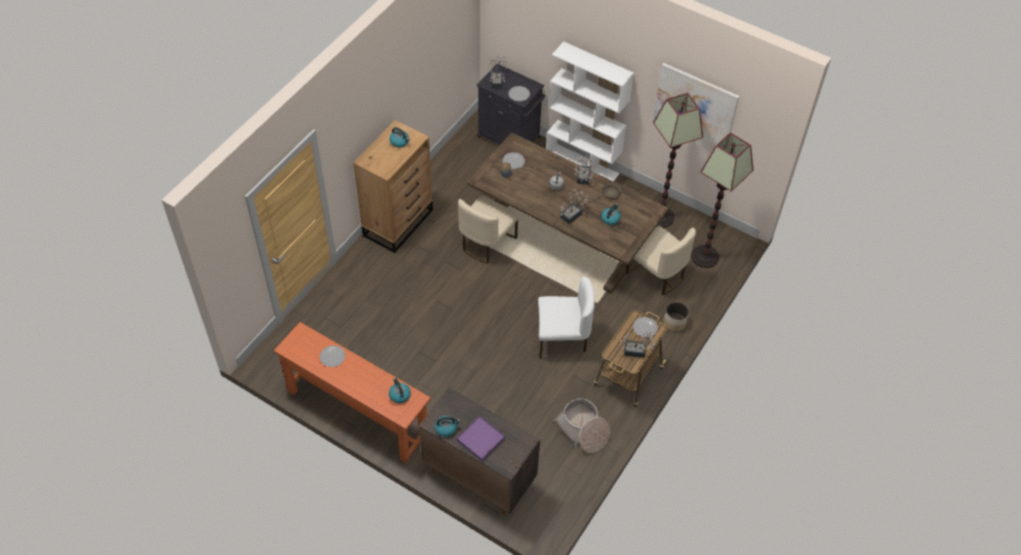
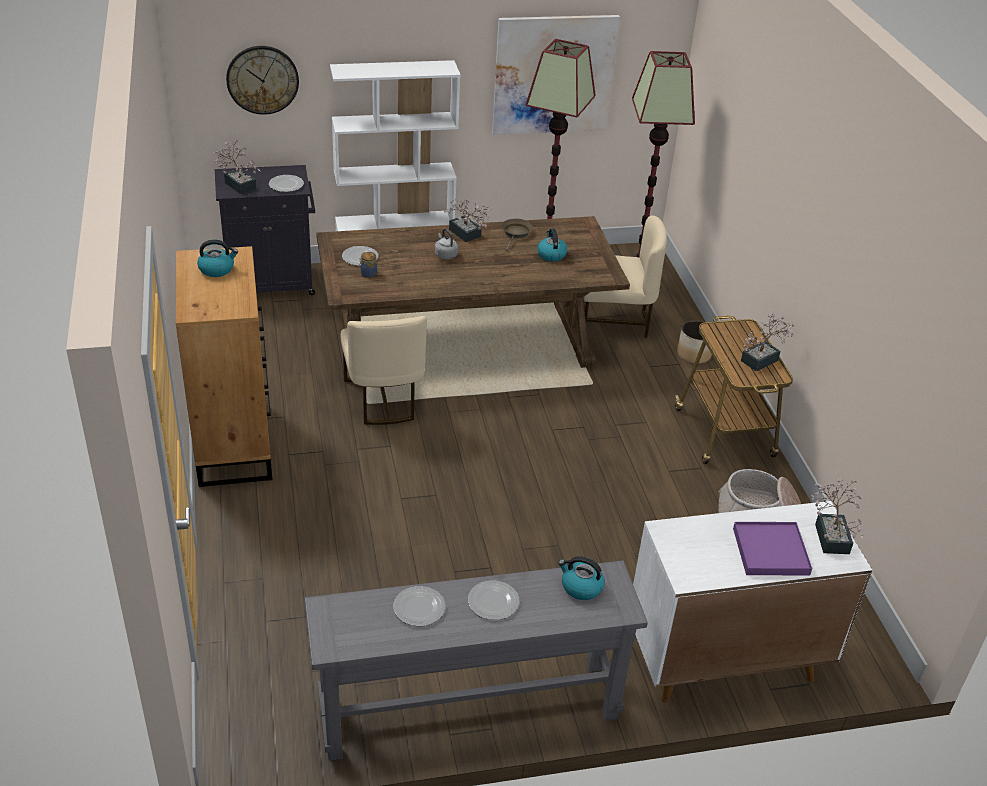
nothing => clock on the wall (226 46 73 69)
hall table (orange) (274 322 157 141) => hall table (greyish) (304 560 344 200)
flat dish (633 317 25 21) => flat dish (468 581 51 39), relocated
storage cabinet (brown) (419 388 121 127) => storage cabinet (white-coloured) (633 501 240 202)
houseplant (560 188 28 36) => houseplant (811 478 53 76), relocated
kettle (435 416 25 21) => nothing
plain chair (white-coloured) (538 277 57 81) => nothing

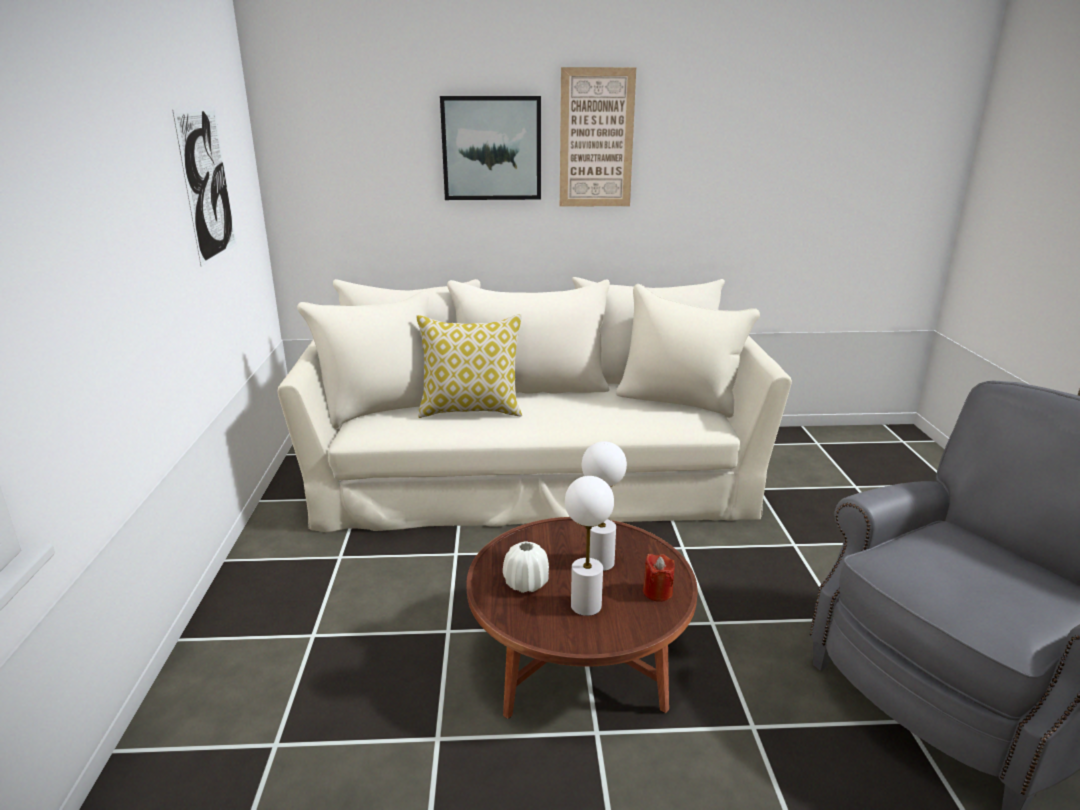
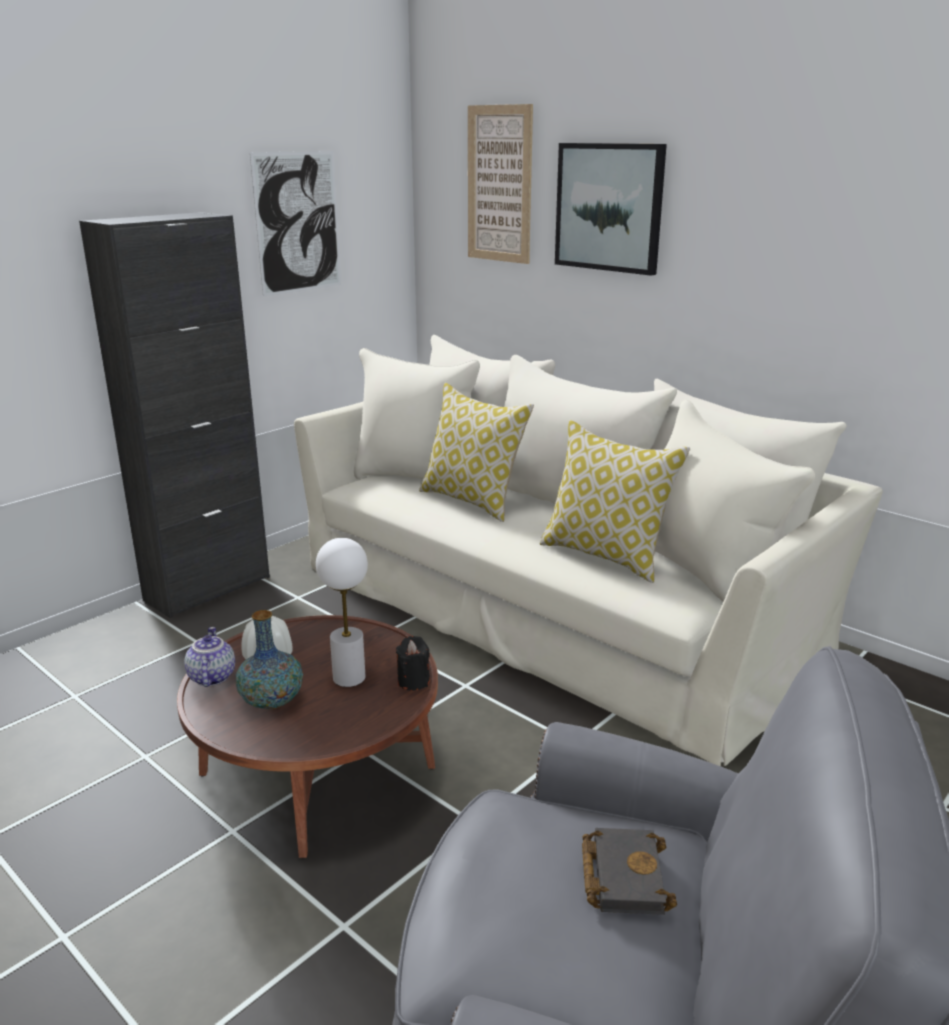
nothing => storage cabinet (blackish) (79 212 191 406)
nothing => pot for tea (184 627 51 60)
table lamp (white-coloured) (565 476 49 140) => flower vase (236 610 67 99)
nothing => candle (blackish) (396 636 34 55)
wall picture (560 67 76 140) => wall picture (468 104 65 160), relocated
nothing => throw pillow (540 420 150 163)
nothing => book (blackish) (582 828 95 87)
candle (red) (643 554 32 48) => nothing

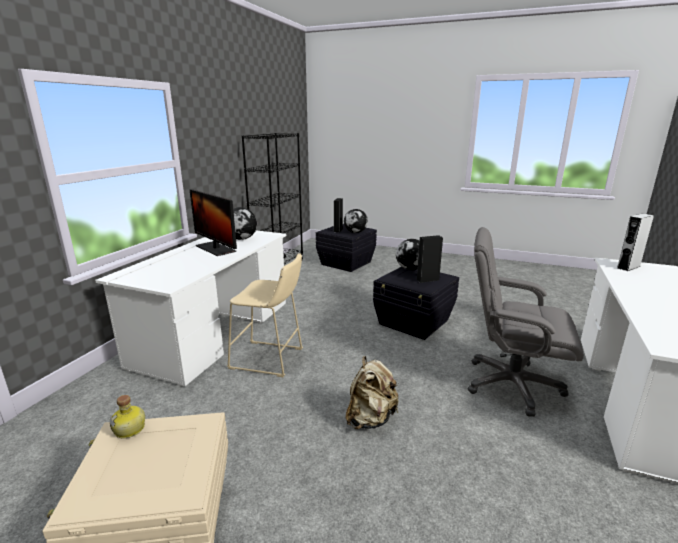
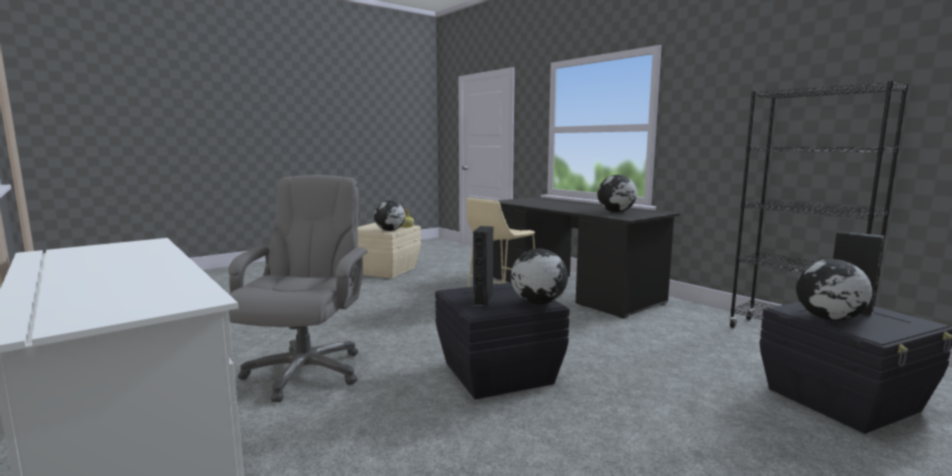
computer chair (greyish) (468 227 116 190) => computer chair (greyish) (228 175 140 227), 45 degrees counterclockwise
nothing => globe (374 200 31 31)
desk unit (white-coloured) (95 230 191 156) => desk unit (blackish) (493 197 187 122)
monitor (190 189 47 67) => nothing
knapsack (beige-coloured) (345 356 53 73) => nothing
audio speaker (greyish) (617 213 37 58) => nothing

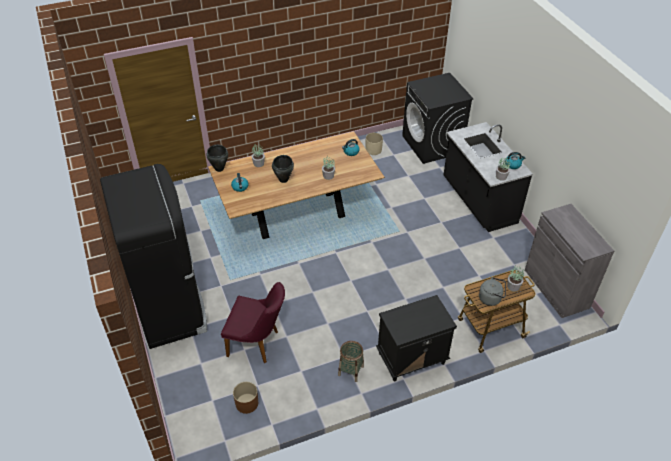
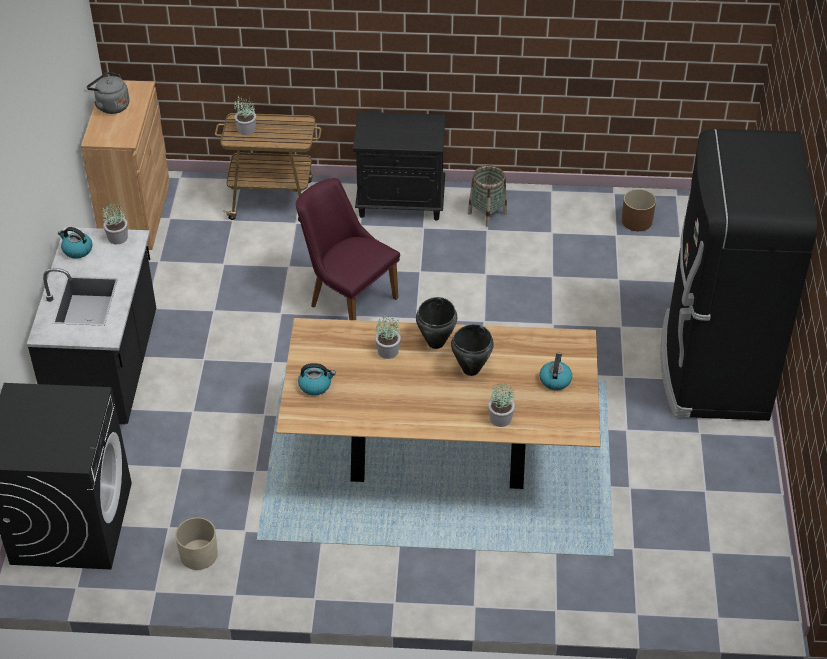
storage cabinet (greyish) (525 204 89 114) => storage cabinet (brown) (81 80 89 170)
kettle (greyish) (479 277 27 29) => kettle (greyish) (87 72 42 42), relocated
plain chair (purple-coloured) (221 282 64 81) => plain chair (purple-coloured) (296 178 104 142), relocated
cooking pot (blackish) (206 145 22 27) => cooking pot (blackish) (416 297 41 52), relocated

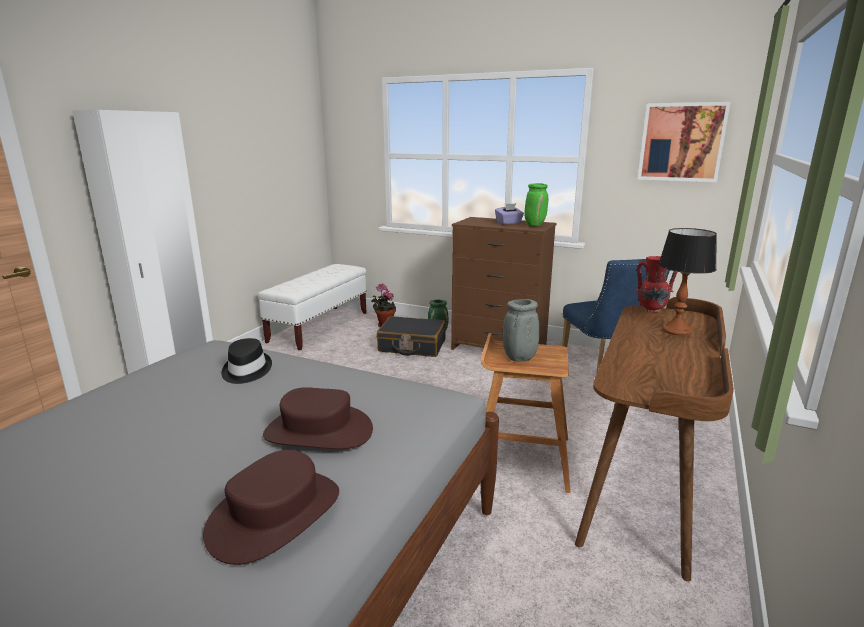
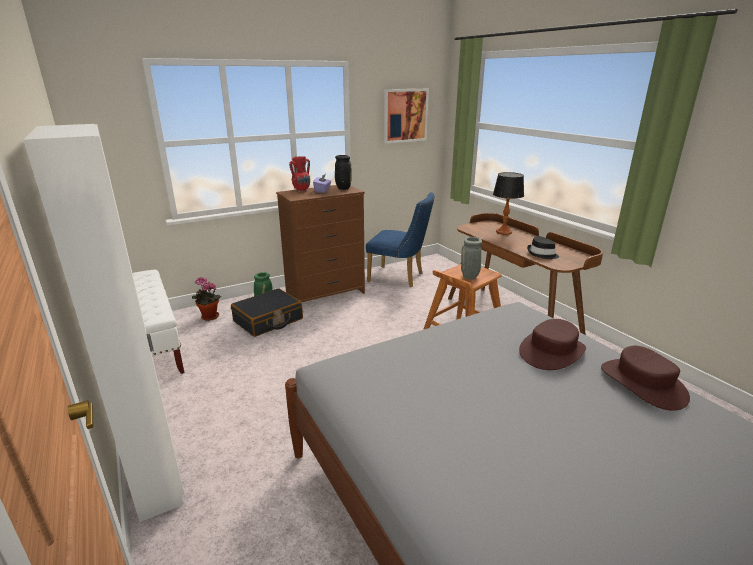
flower vase (red) (636 256 41 56) => flower vase (red) (289 156 22 36), relocated
flower vase (greenish) (524 183 24 43) => flower vase (blackish) (335 155 17 35)
clothing hat (blackish) (221 338 51 46) => clothing hat (blackish) (527 236 32 23), relocated

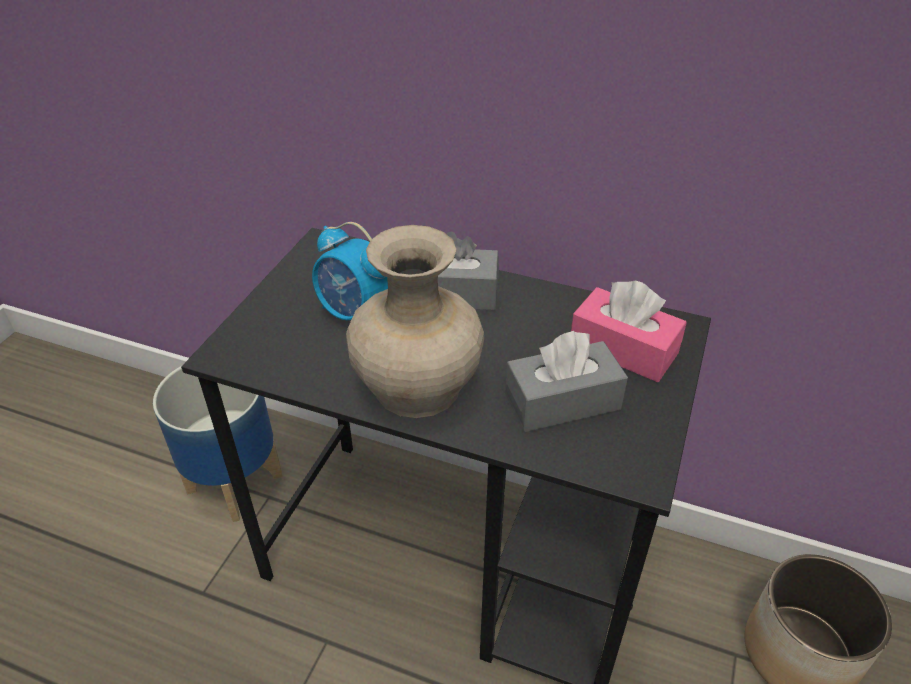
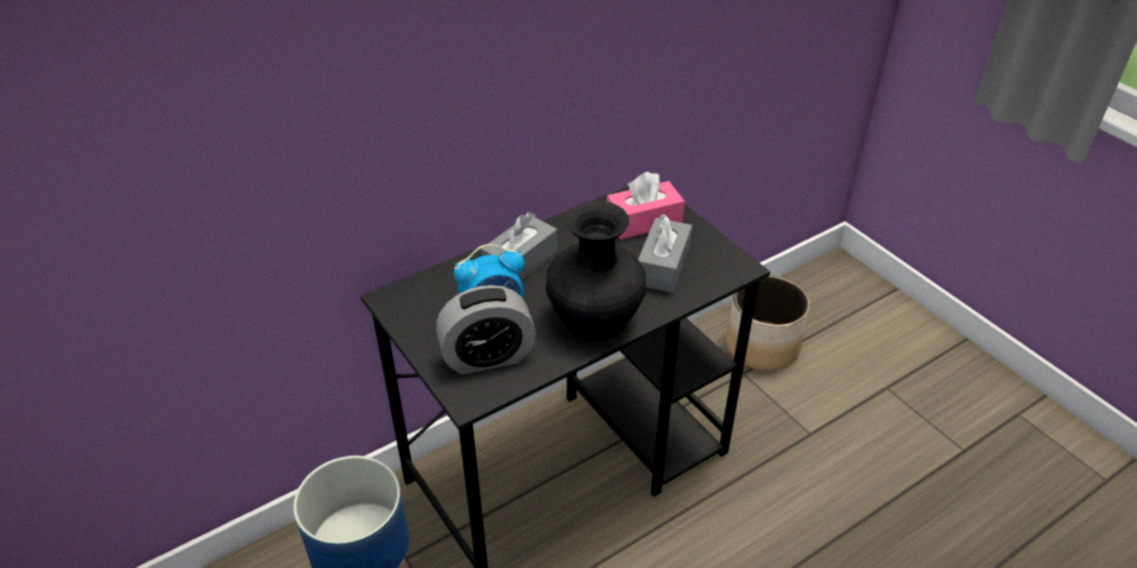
nothing => alarm clock (436 285 100 89)
flower vase (beige-coloured) (346 225 138 193) => flower vase (blackish) (546 201 100 140)

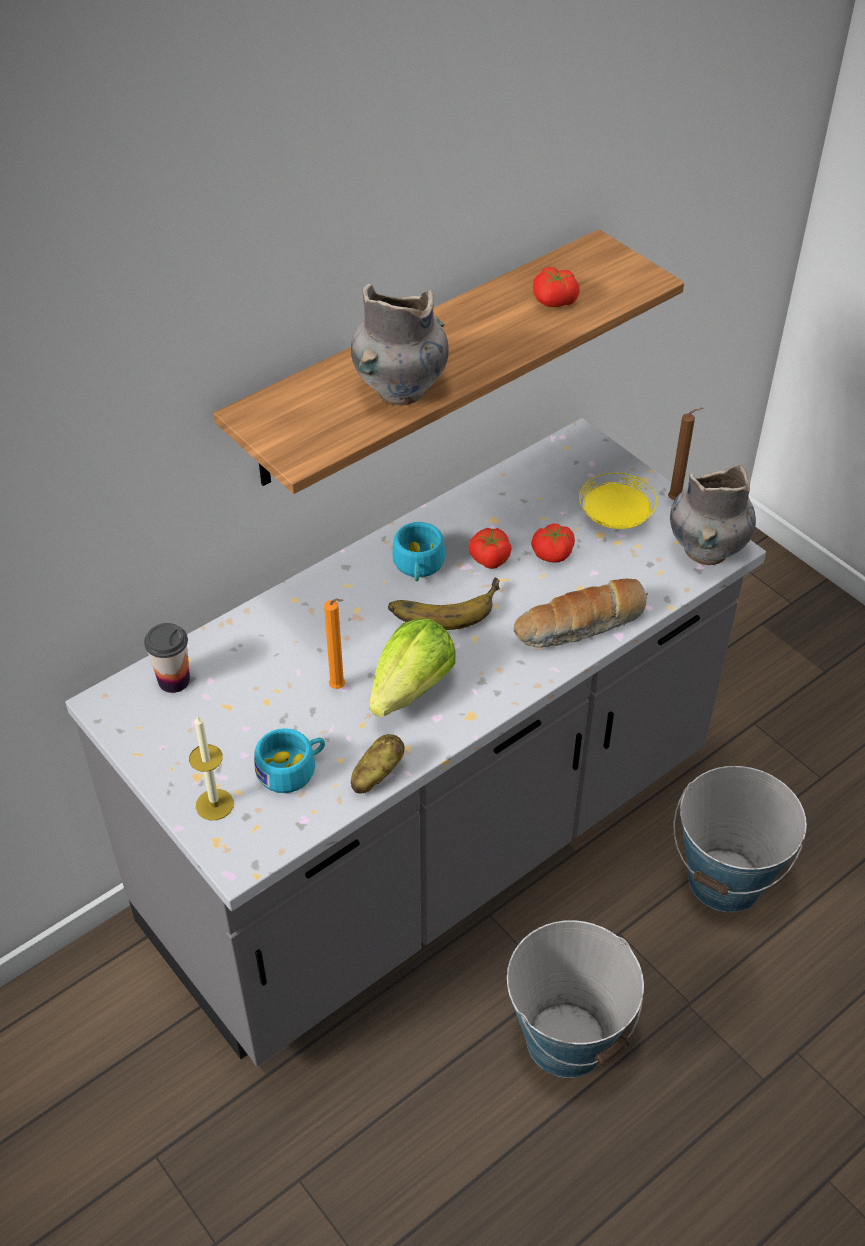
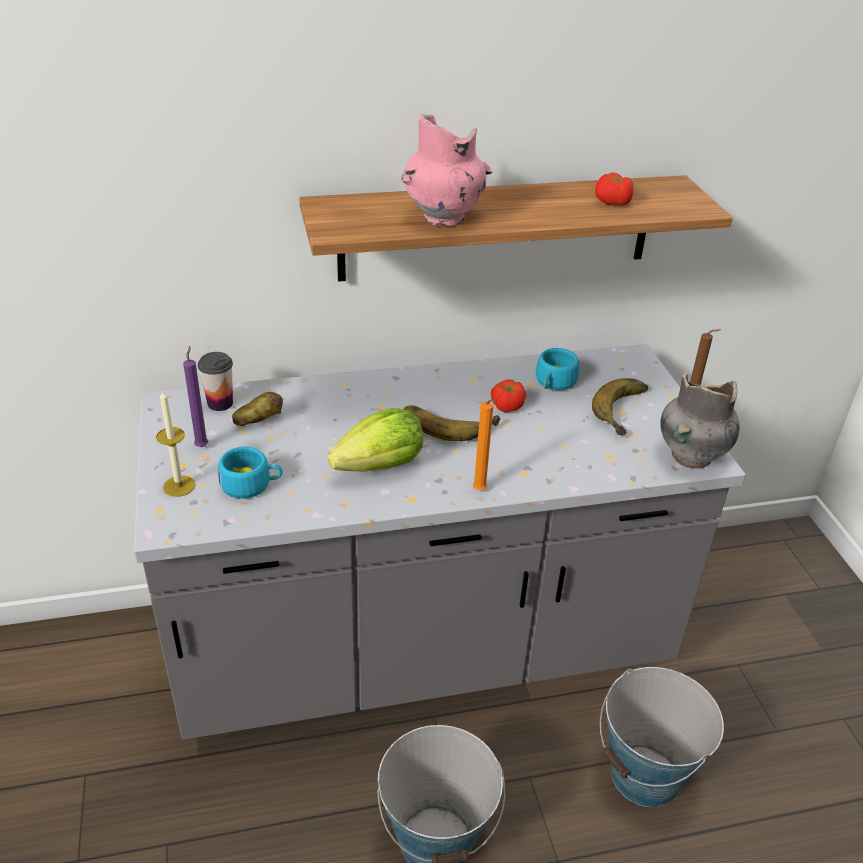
nothing => candle (purple-coloured) (183 346 25 101)
potato (351 734 54 60) => potato (232 392 51 34), relocated
flower vase (greyish) (351 283 97 122) => flower vase (pink-coloured) (401 114 92 113)
candle (orange) (324 598 21 91) => candle (orange) (473 400 23 90), relocated
drinking cup (turquoise) (393 522 52 60) => drinking cup (turquoise) (536 348 43 42), relocated
flat dish (yellow-coloured) (579 473 78 56) => banana (592 378 56 58)
bakery bread (513 578 135 70) => nothing
tomato (531 524 44 39) => nothing

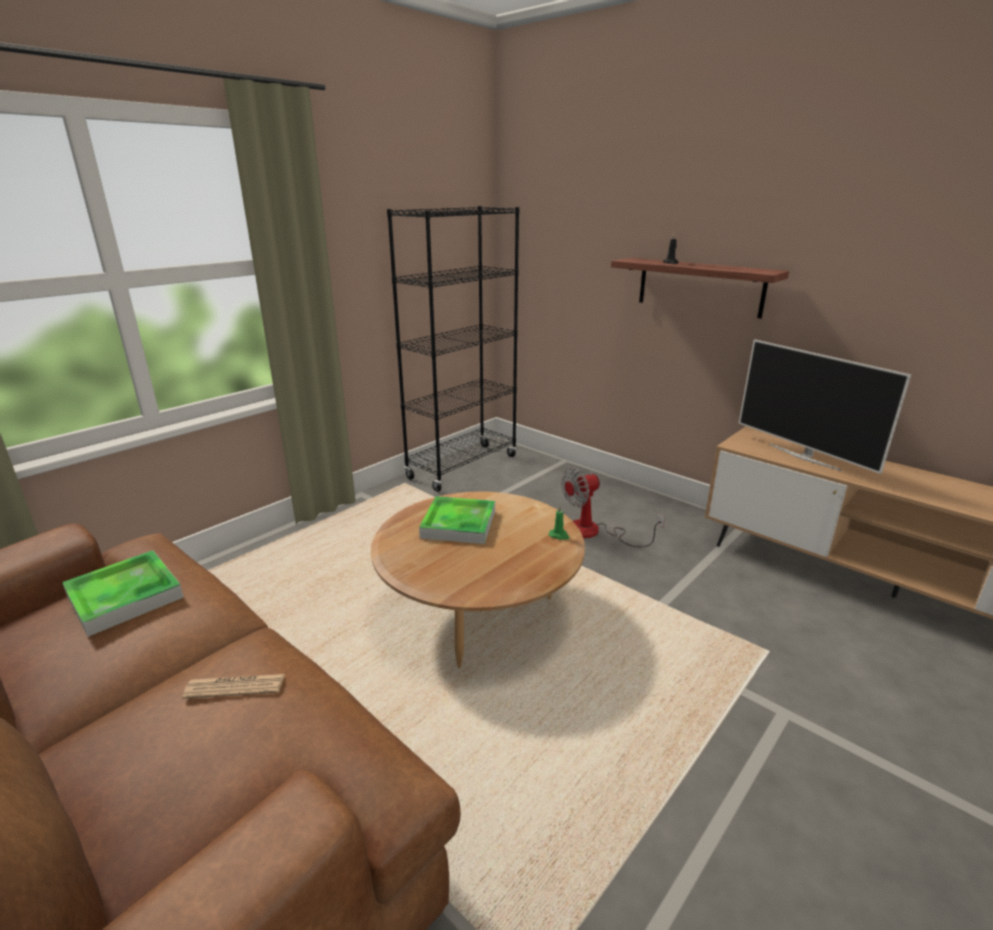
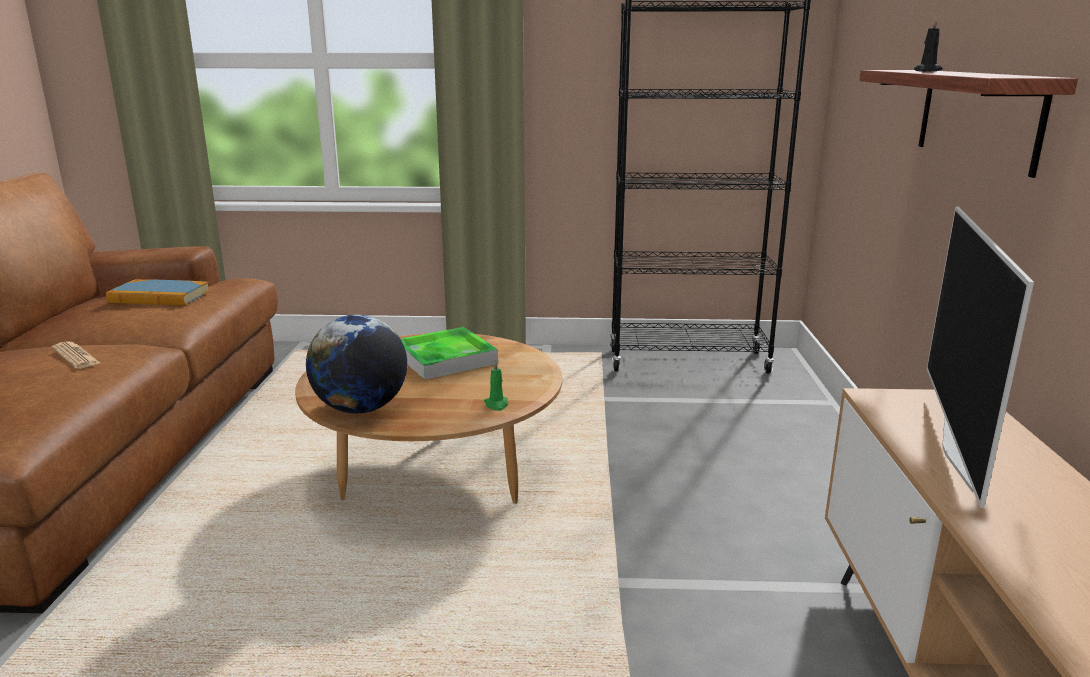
carrying tray (62 550 121 87) => book (106 279 104 26)
nothing => globe (306 315 101 99)
electric fan (561 467 104 80) => nothing

